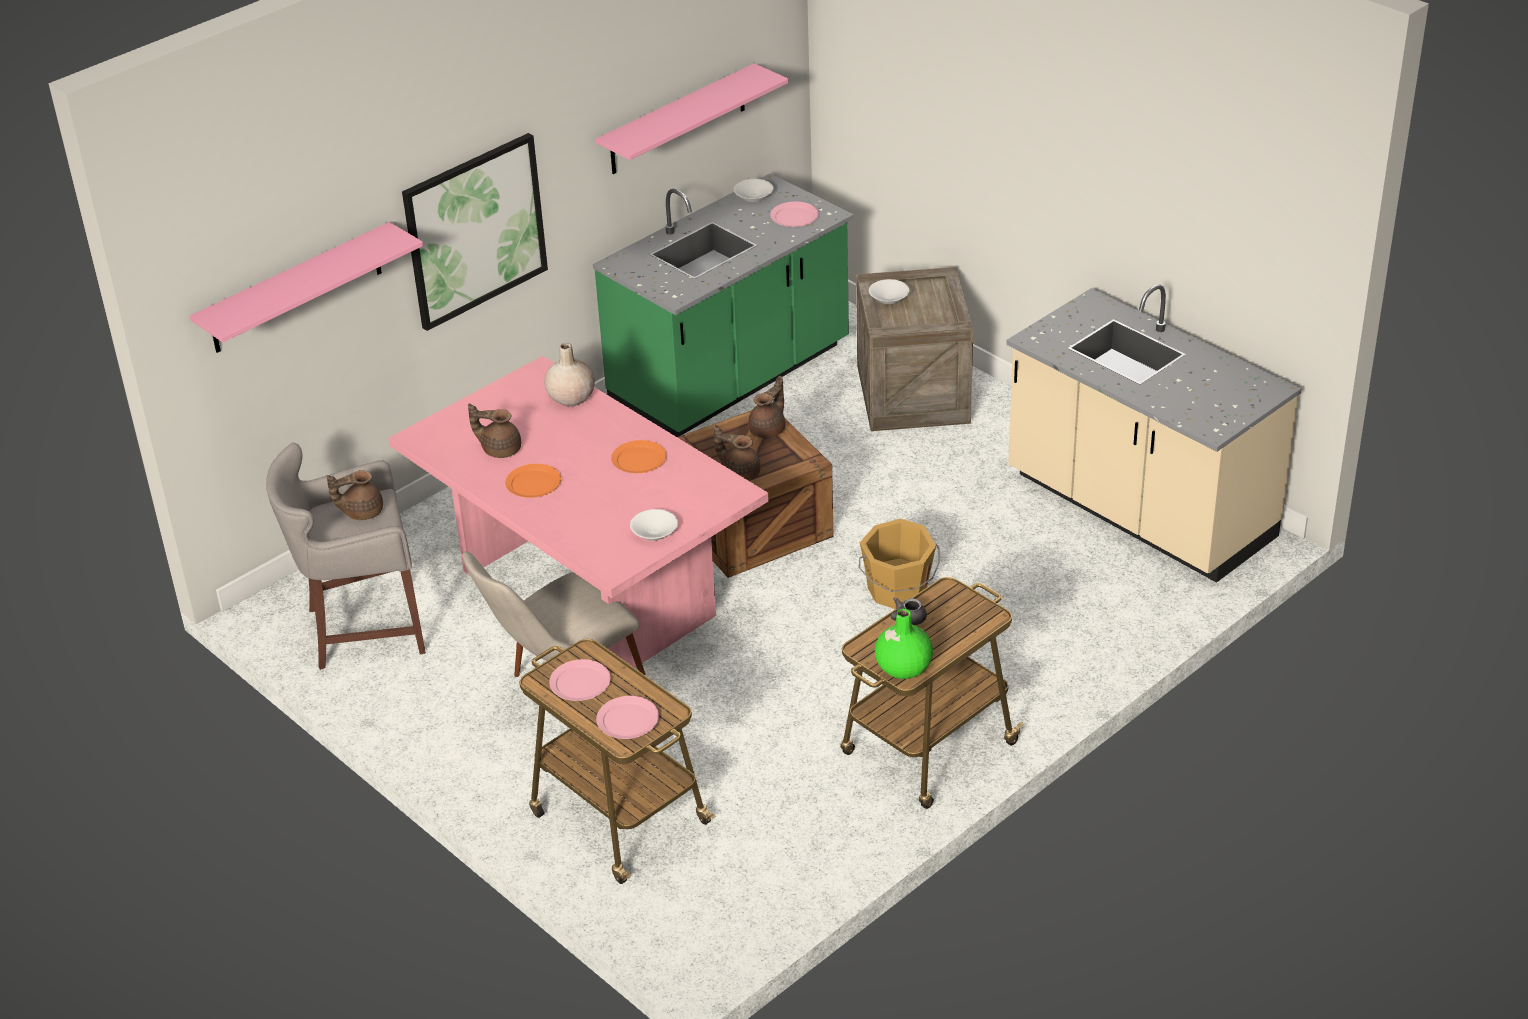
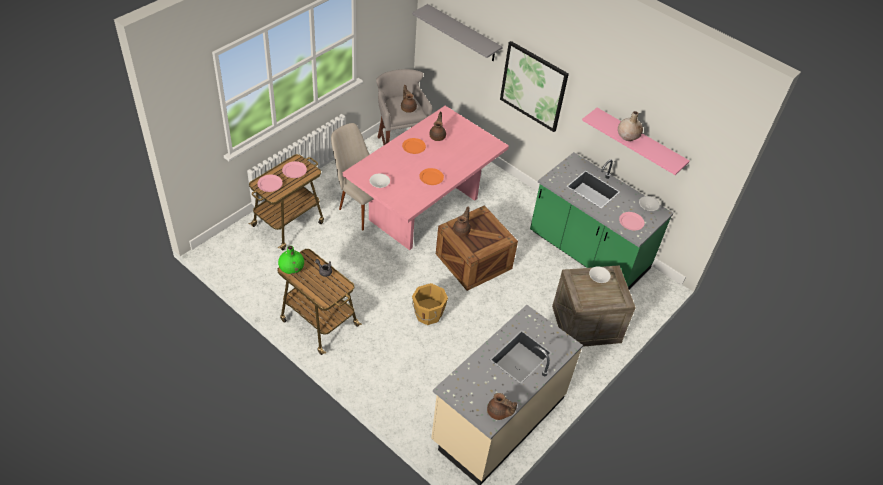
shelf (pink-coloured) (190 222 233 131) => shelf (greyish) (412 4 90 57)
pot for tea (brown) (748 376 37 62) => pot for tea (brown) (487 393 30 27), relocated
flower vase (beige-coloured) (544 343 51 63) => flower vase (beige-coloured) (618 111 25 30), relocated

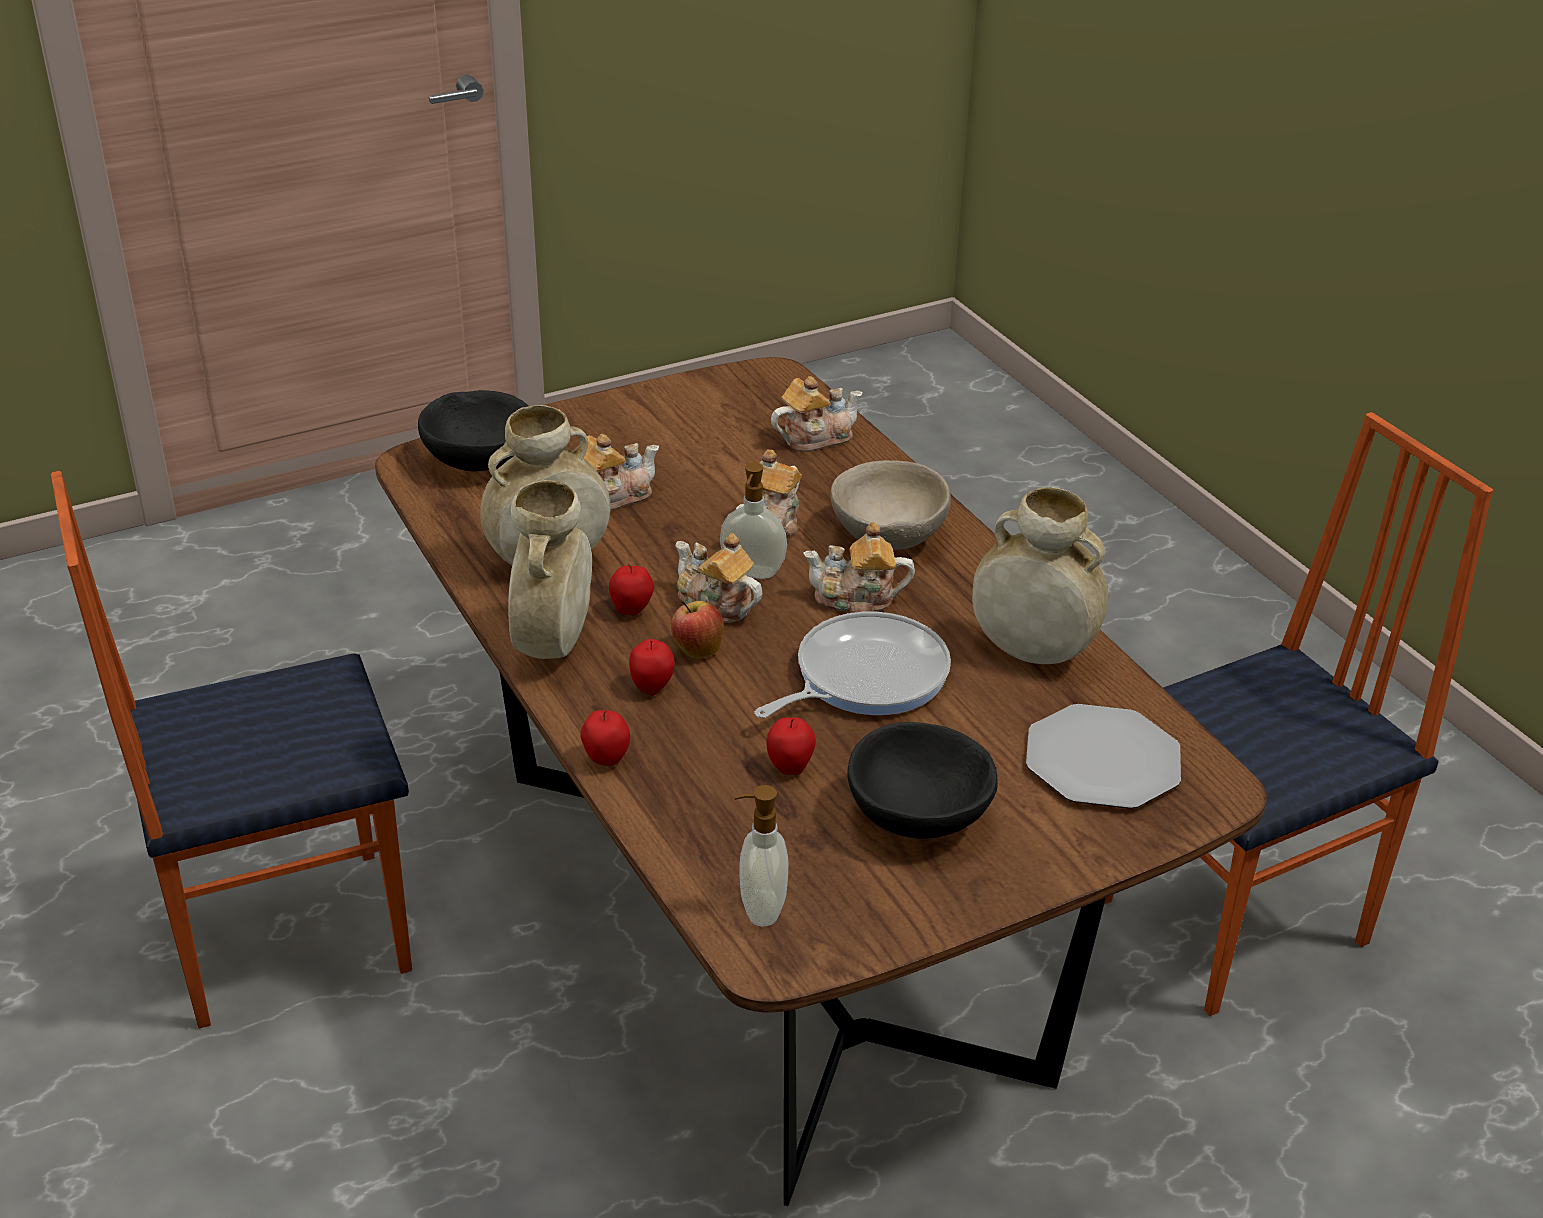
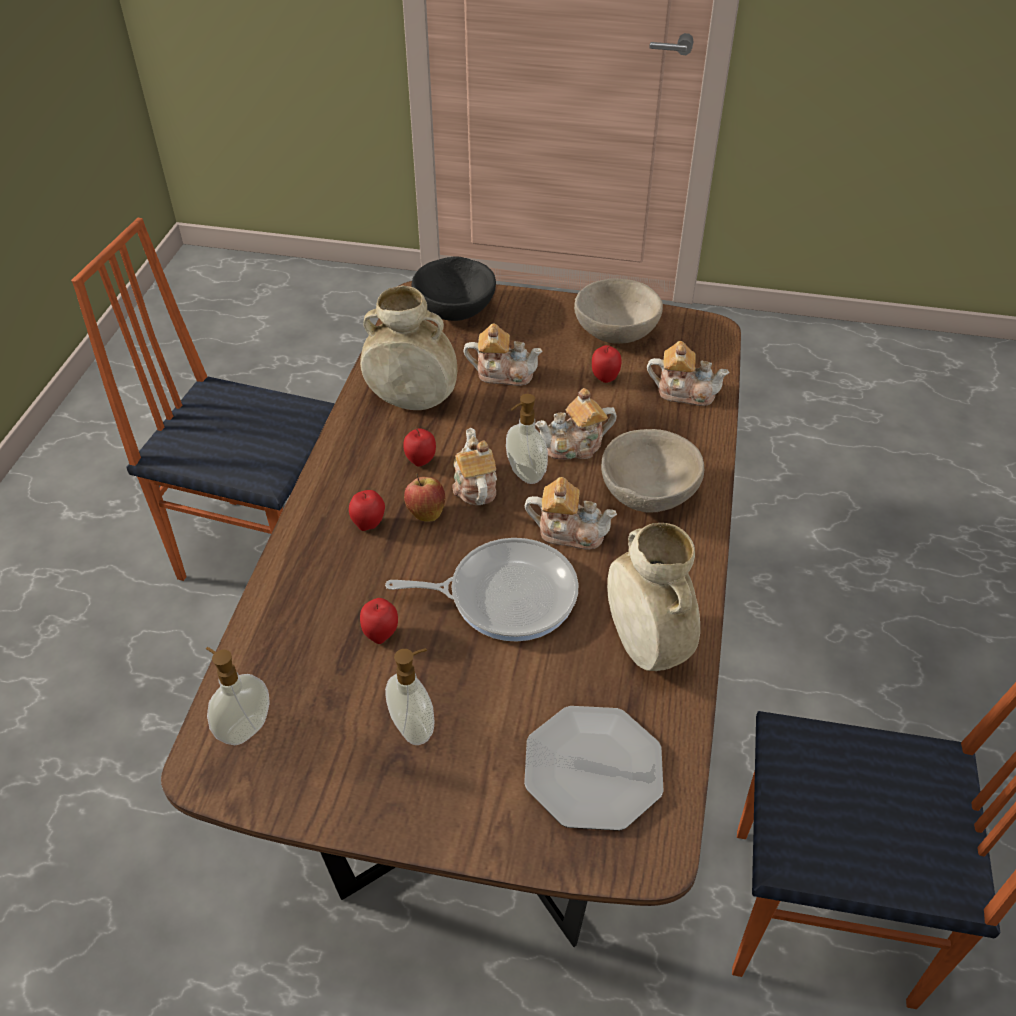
bowl (blackish) (847 722 151 117) => soap bottle (385 648 49 97)
pot for tea (803 522 112 91) => pot for tea (525 477 92 73), 150 degrees clockwise
nothing => bowl (beige-coloured) (574 278 89 66)
whole apple (580 709 50 57) => whole apple (592 345 30 38), relocated
flower vase (beige-coloured) (508 480 84 179) => nothing

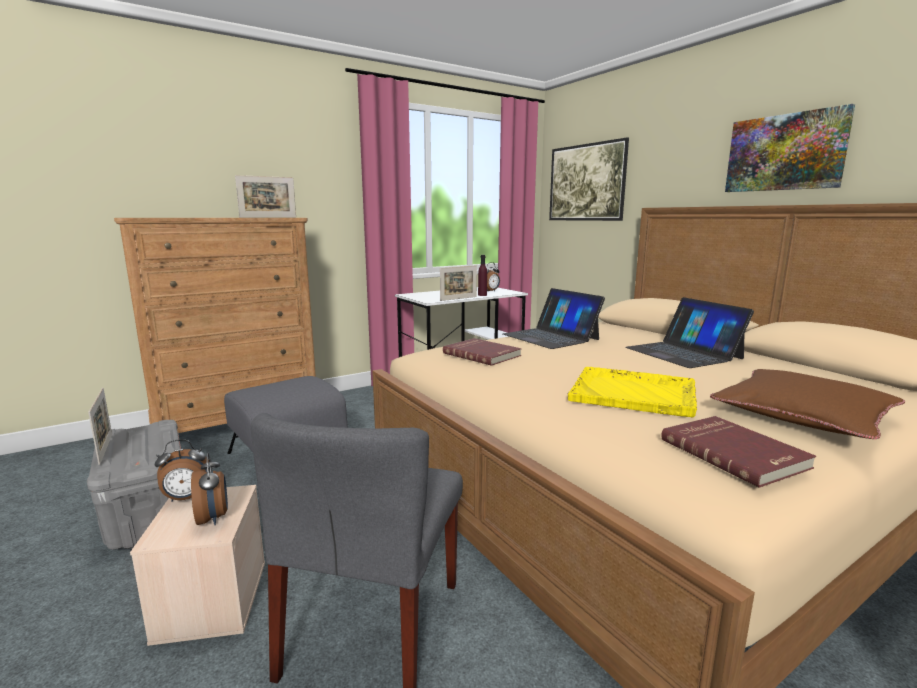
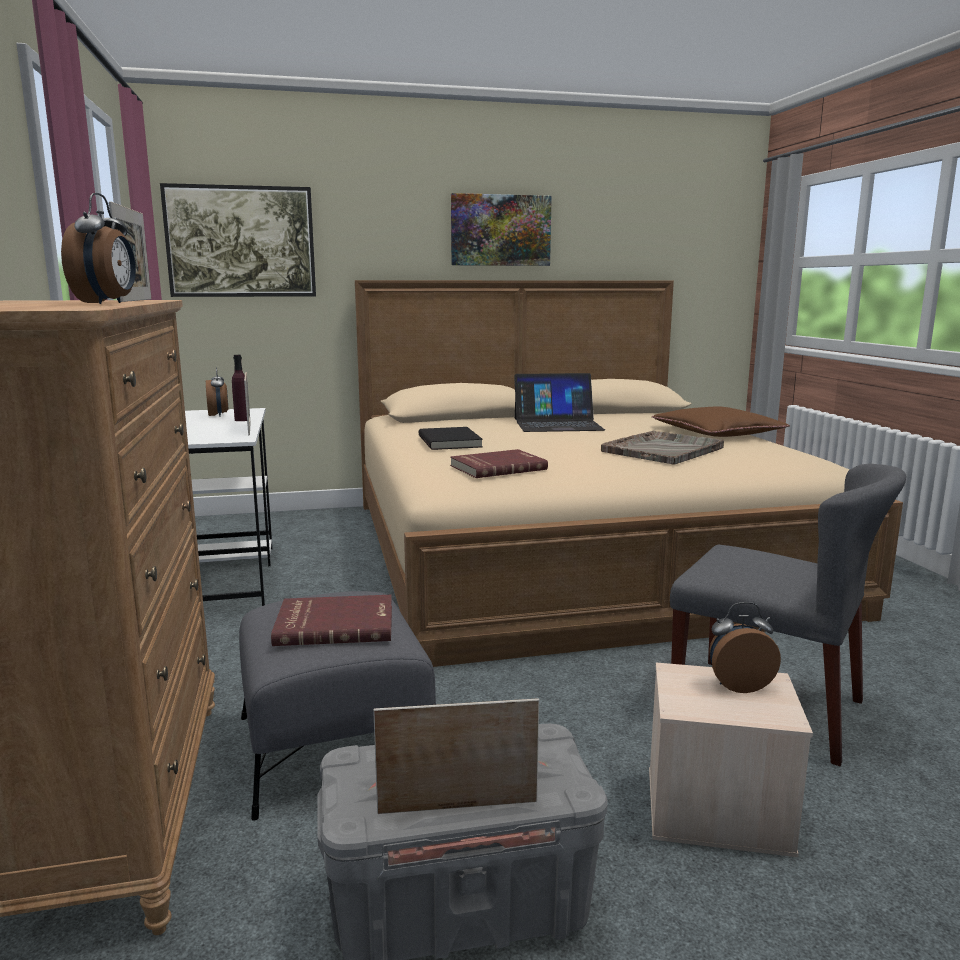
alarm clock (155 439 54 63) => alarm clock (61 193 75 111), relocated
book (red) (661 416 155 72) => book (red) (271 595 121 51), relocated
laptop (503 288 102 61) => book (blackish) (419 427 64 23)
carrying tray (yellow-coloured) (568 367 129 51) => carrying tray (greyish) (601 431 123 33)

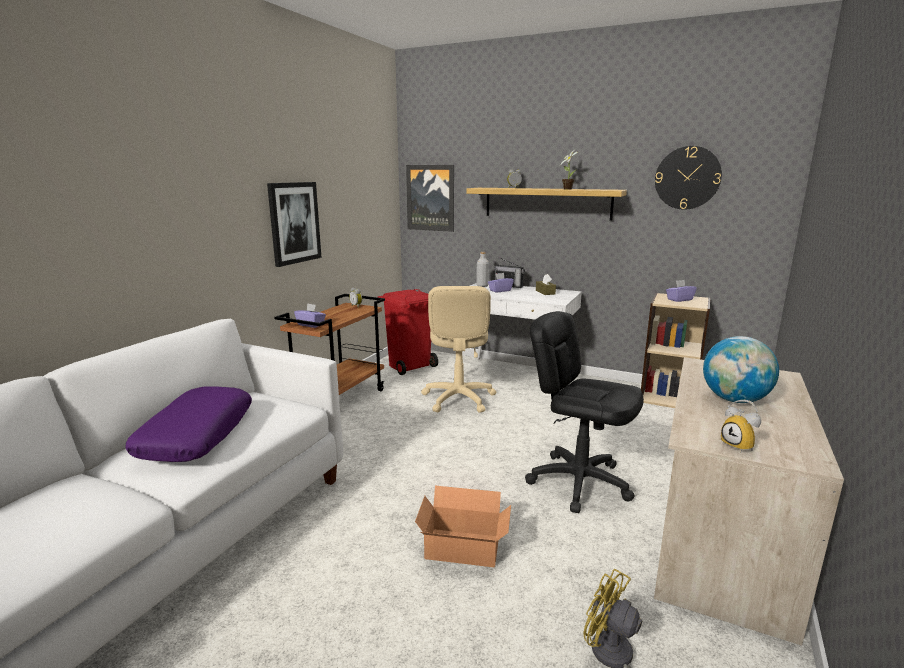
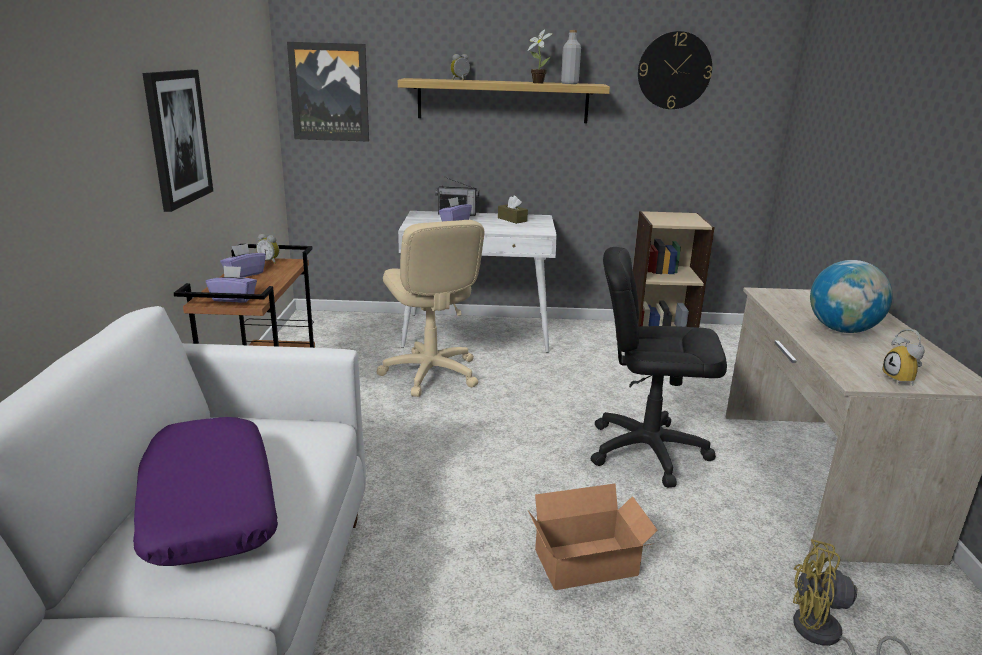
tissue holder (purple-coloured) (666 280 31 22) => tissue holder (purple-coloured) (220 243 46 34), relocated
bottle (greyish) (476 252 13 35) => bottle (greyish) (561 30 20 54), relocated
alarm clock (721 400 40 53) => alarm clock (882 329 42 57), 45 degrees clockwise
rubbish bin (red) (378 289 60 86) => nothing

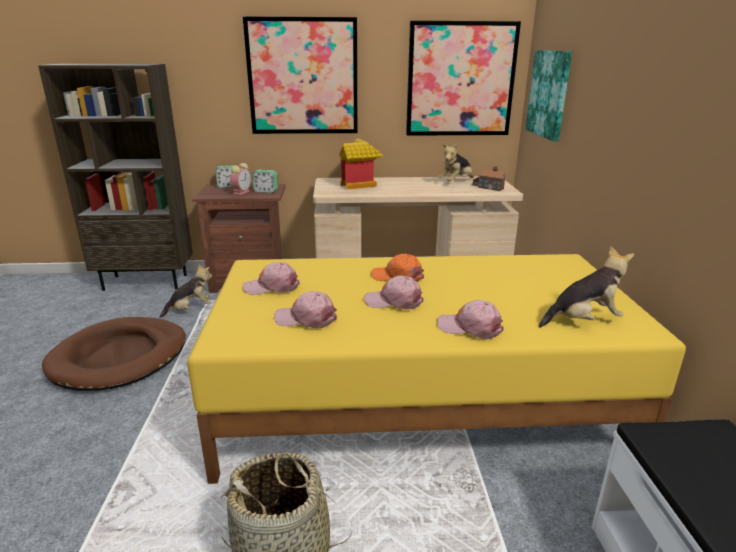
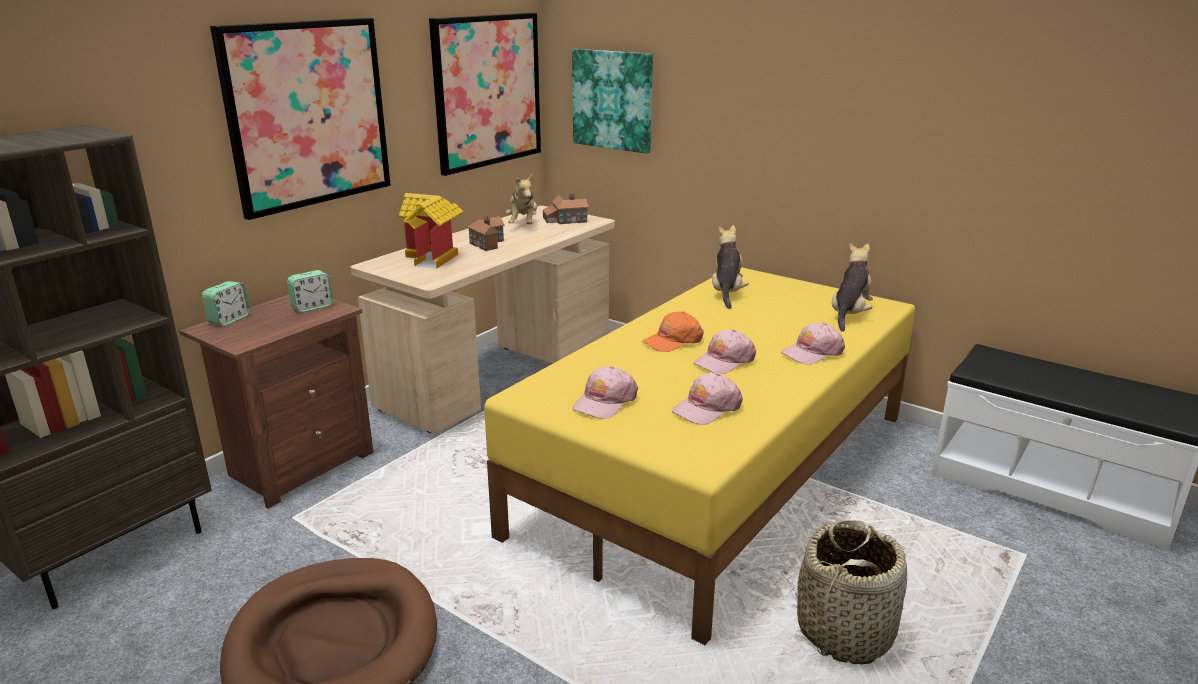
nothing => toy house (467 216 37 35)
soft toy (159 264 53 54) => soft toy (712 225 37 84), relocated
alarm clock (230 163 21 32) => nothing

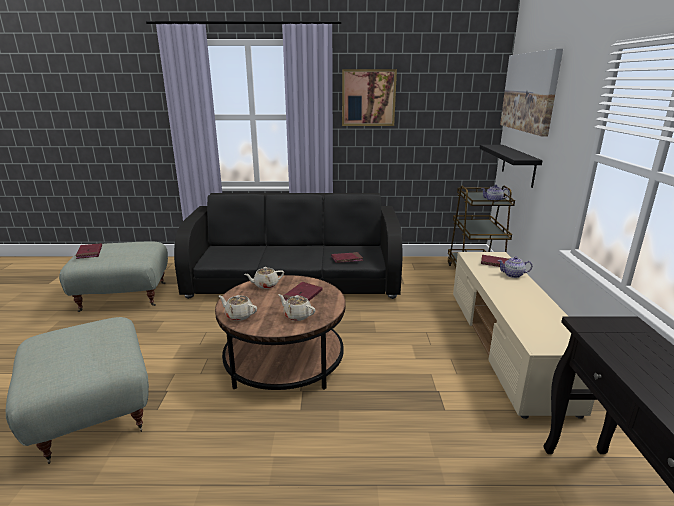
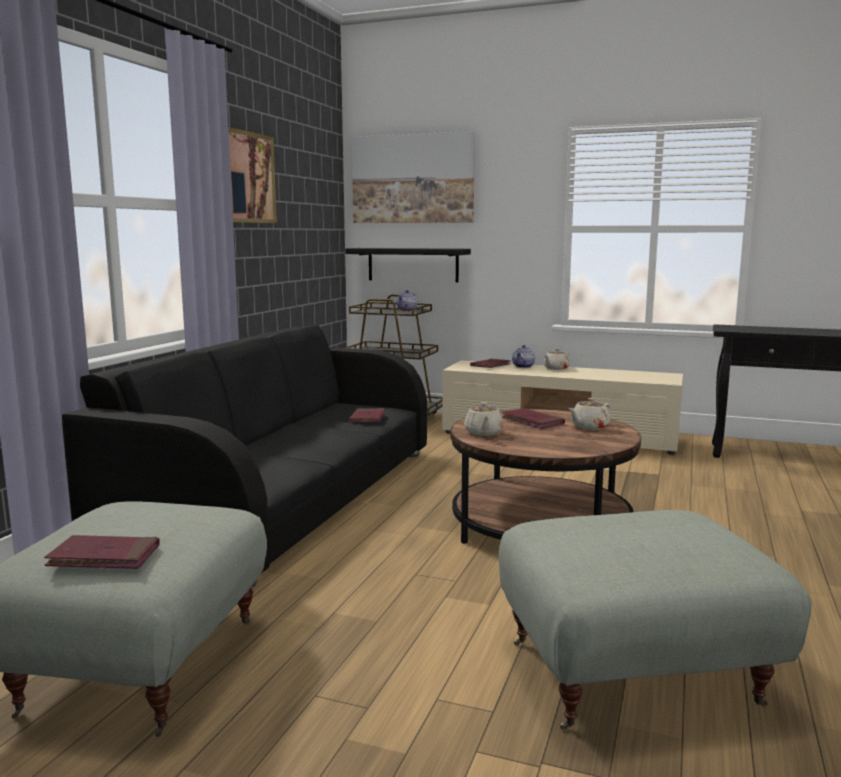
pot for tea (beige-coloured) (219 295 38 26) => pot for tea (beige-coloured) (544 348 26 22), relocated

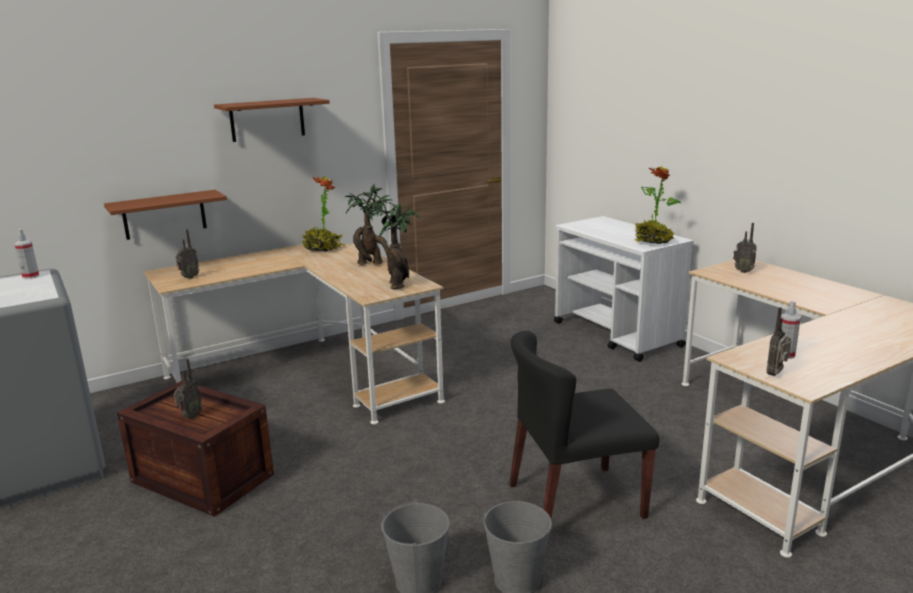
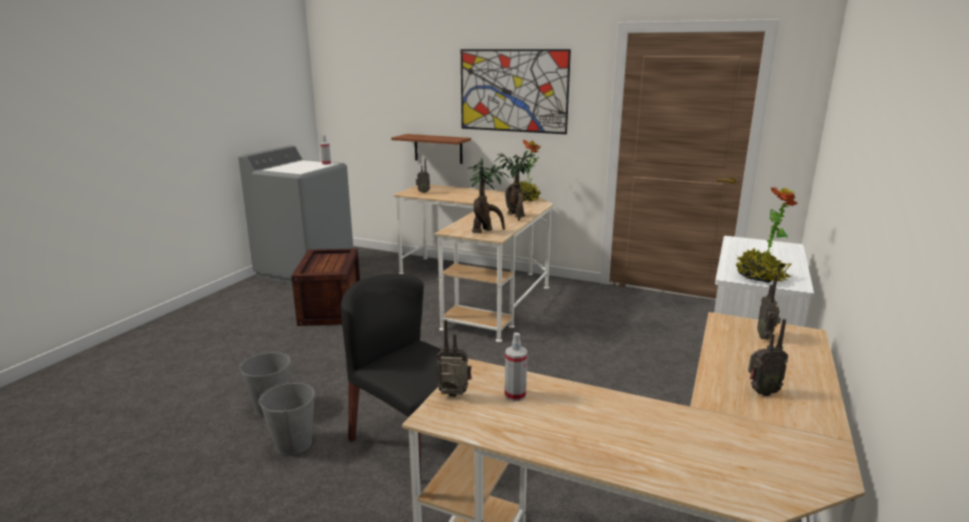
shelf (brown) (214 98 116 44) => wall picture (461 49 110 85)
radio (174 359 28 60) => radio (748 319 40 77), relocated

